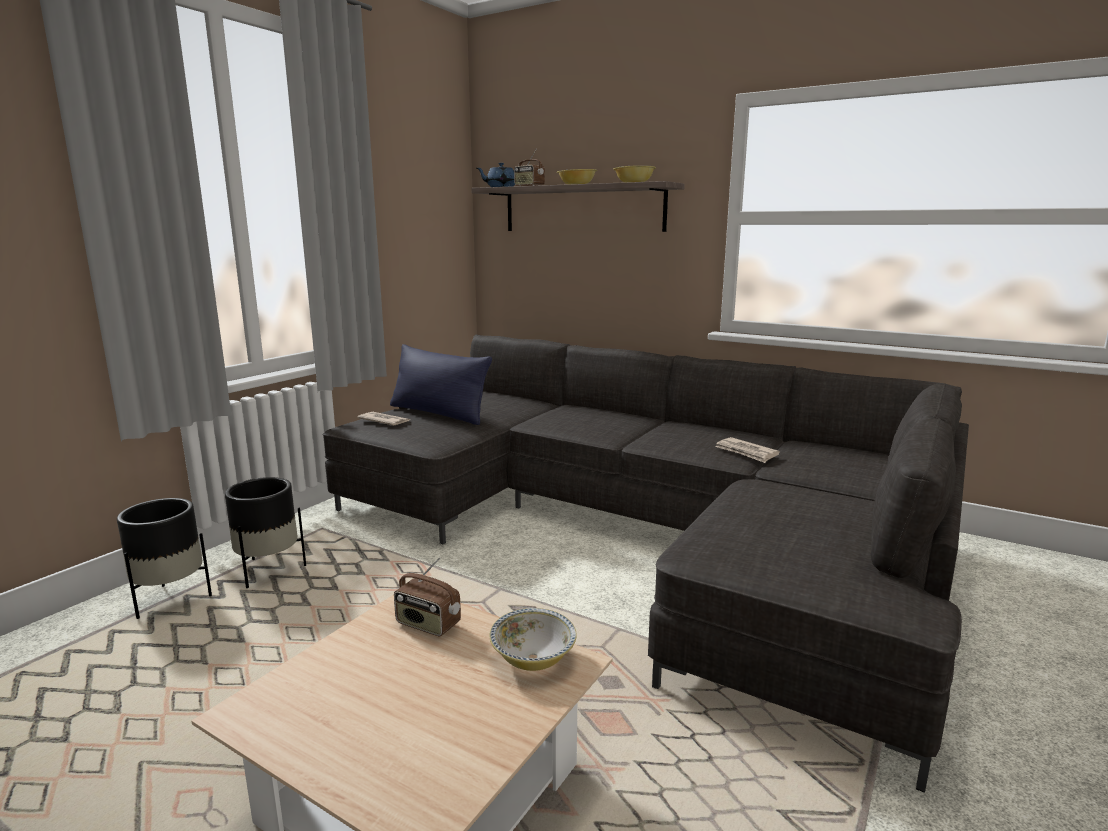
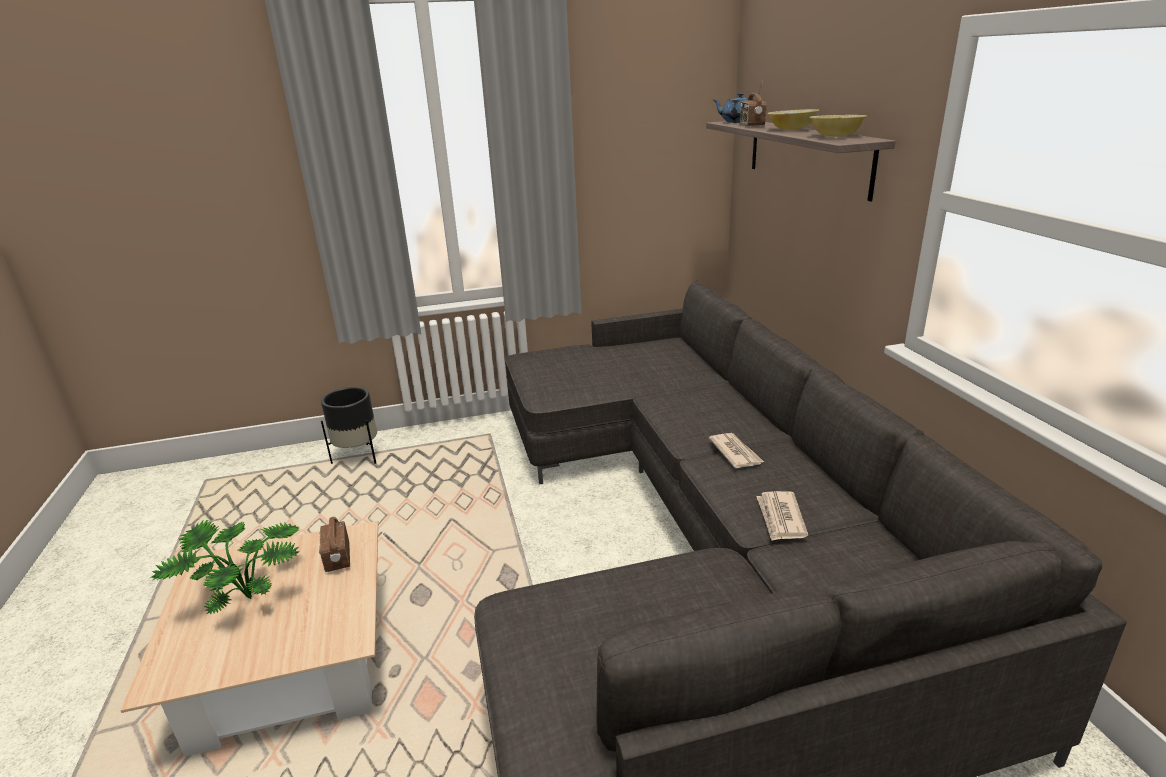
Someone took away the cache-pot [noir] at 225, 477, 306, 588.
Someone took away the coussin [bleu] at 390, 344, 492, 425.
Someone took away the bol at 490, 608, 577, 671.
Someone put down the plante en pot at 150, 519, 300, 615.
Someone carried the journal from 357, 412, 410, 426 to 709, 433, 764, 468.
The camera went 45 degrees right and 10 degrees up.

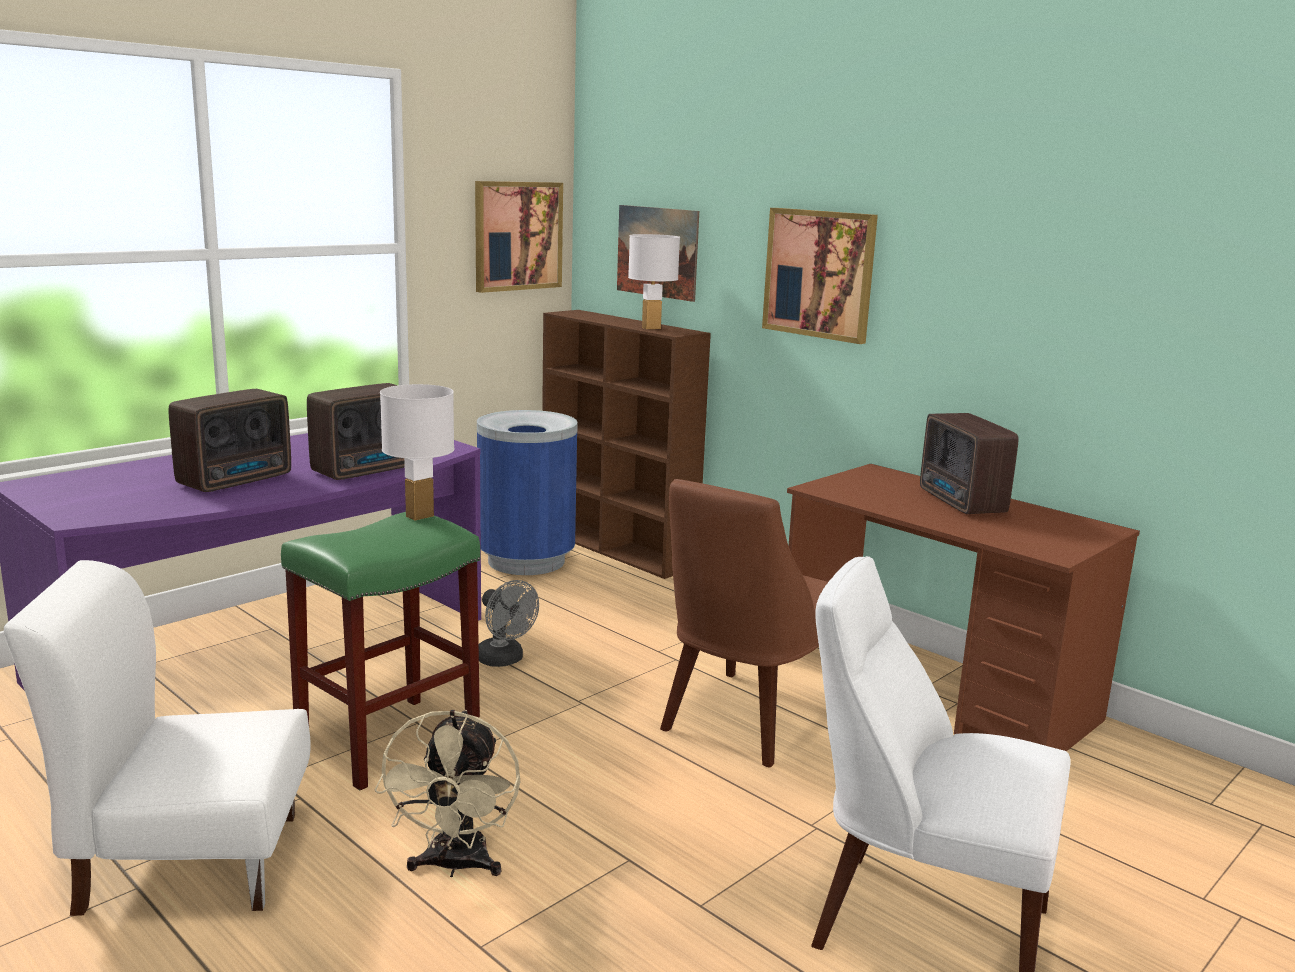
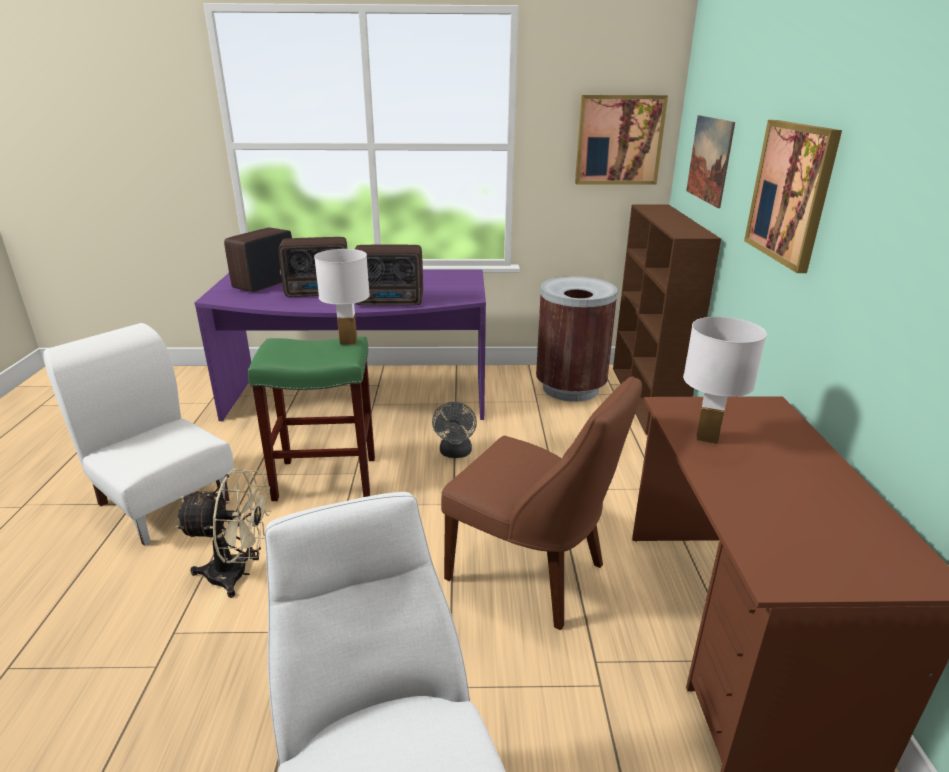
Someone carried the lampe de table [blanc] from 628, 234, 680, 329 to 683, 317, 767, 444.
Someone carried the radio from 920, 413, 1018, 514 to 224, 227, 292, 292.
Someone repainted the poubelle [bleu] at 477, 410, 578, 575, which became the poubelle [marron] at 536, 276, 618, 402.
Someone rotated the ventilateur [beige] at 374, 710, 520, 877 by 135 degrees counterclockwise.
Someone rotated the chaise [marron] at 660, 479, 828, 768 by 135 degrees counterclockwise.
The camera went 45 degrees right and 10 degrees up.

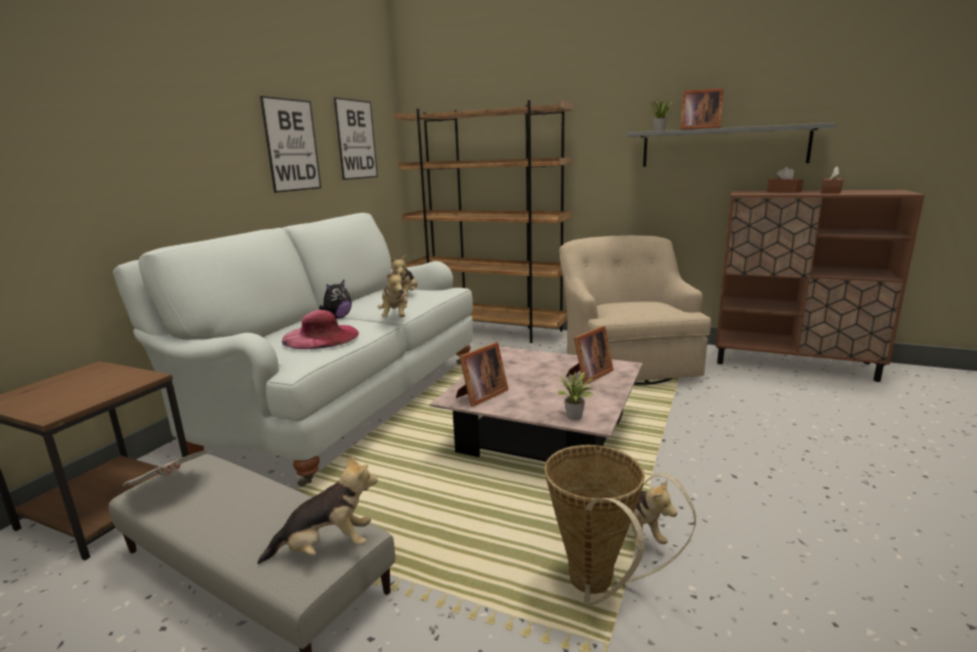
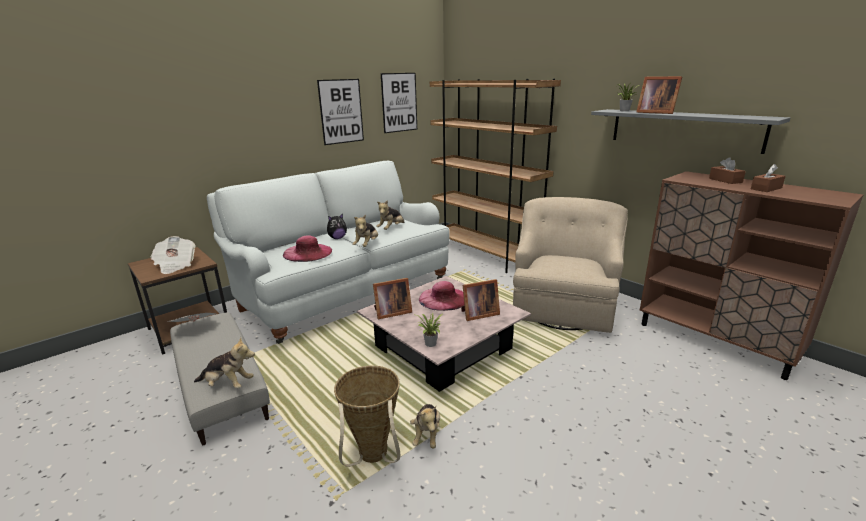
Someone put down the journal at 150, 236, 195, 274.
Someone put down the chapeau [rose] at 419, 281, 464, 311.
The camera went 25 degrees right and 5 degrees up.

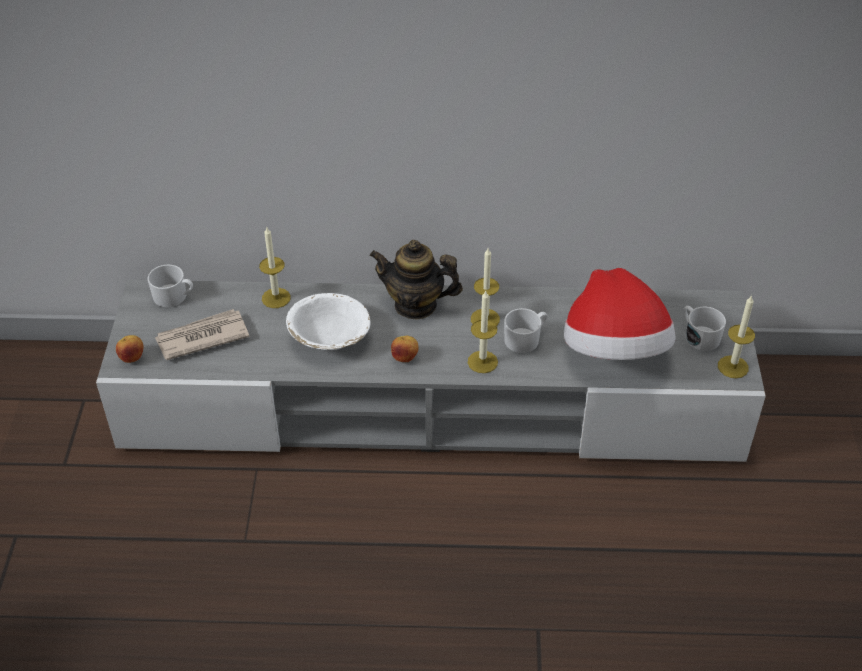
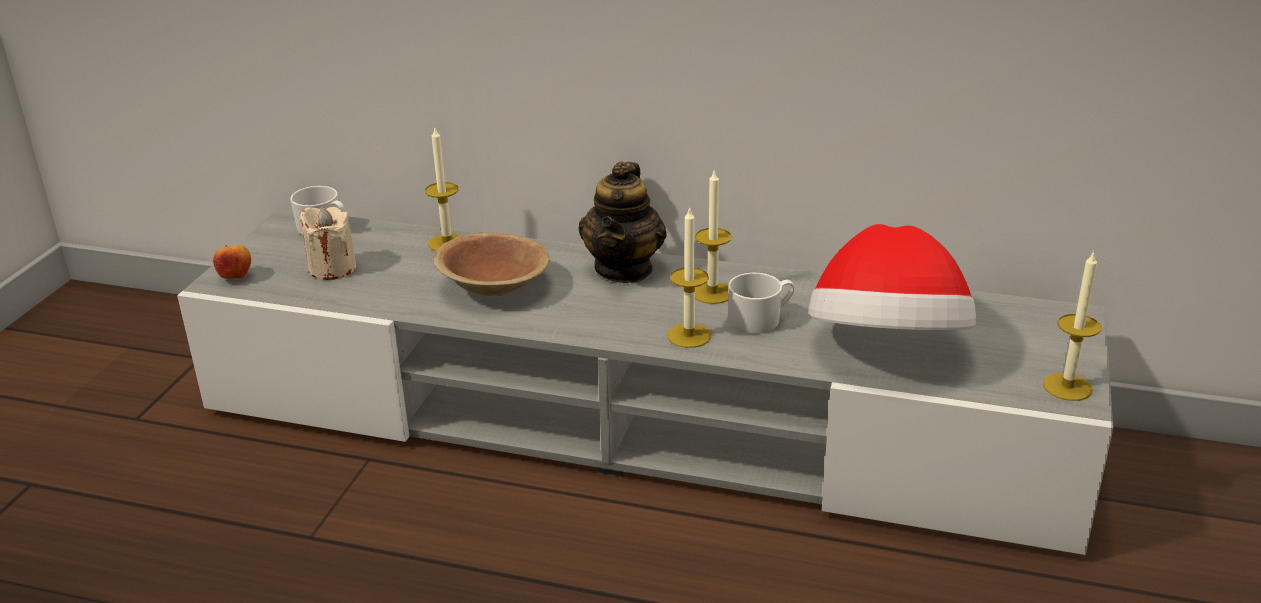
Someone took away the pomme at 391, 336, 419, 362.
Someone took away the mug [blanc] at 683, 306, 726, 351.
Someone swapped the journal at 155, 309, 250, 360 for the bougie [beige] at 299, 207, 356, 280.
Someone repainted the bol [blanc] at 286, 293, 371, 350, which became the bol [marron] at 433, 233, 550, 296.
Someone rotated the théière at 370, 240, 463, 319 by 105 degrees counterclockwise.
The camera went 15 degrees right and 15 degrees down.

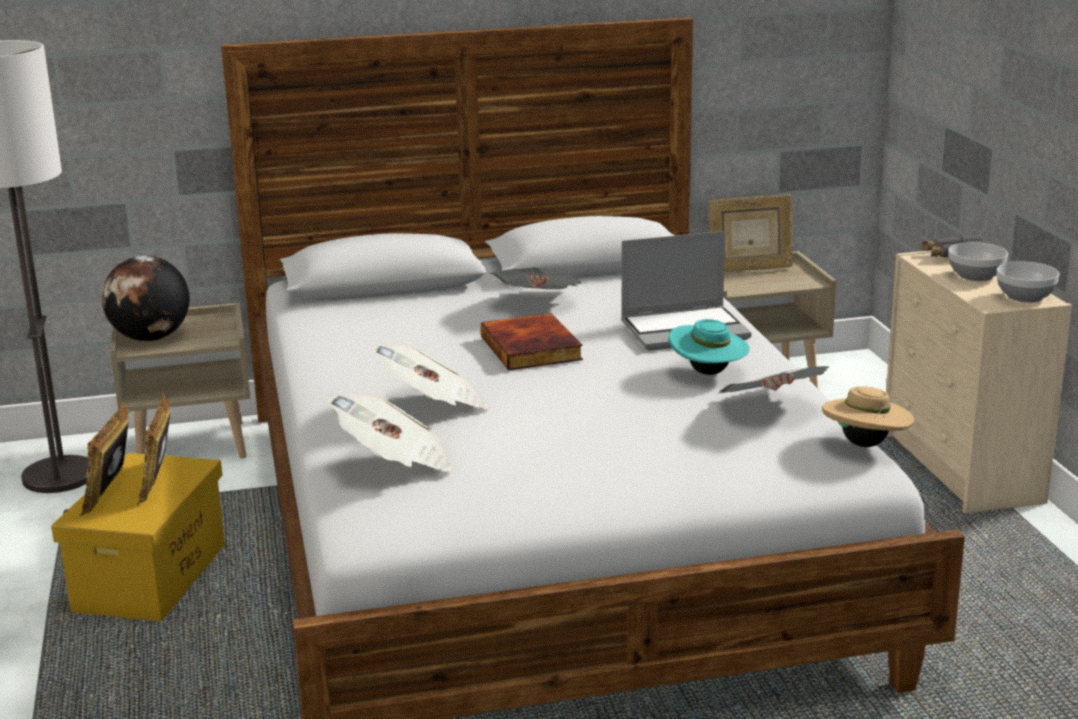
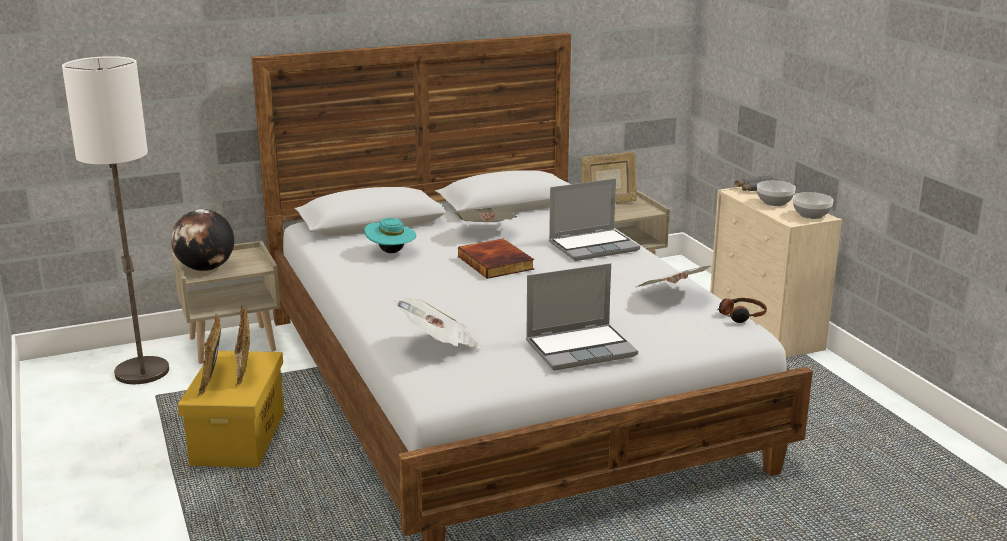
Someone took away the journal at 372, 344, 490, 409.
Someone put down the ordinateur portable at 526, 263, 638, 371.
Someone carried the chapeau [turquoise] from 669, 319, 750, 375 to 364, 218, 416, 253.
Someone swapped the chapeau [beige] at 822, 386, 914, 447 for the casque audio at 718, 298, 767, 323.
The camera went 10 degrees left and 0 degrees up.

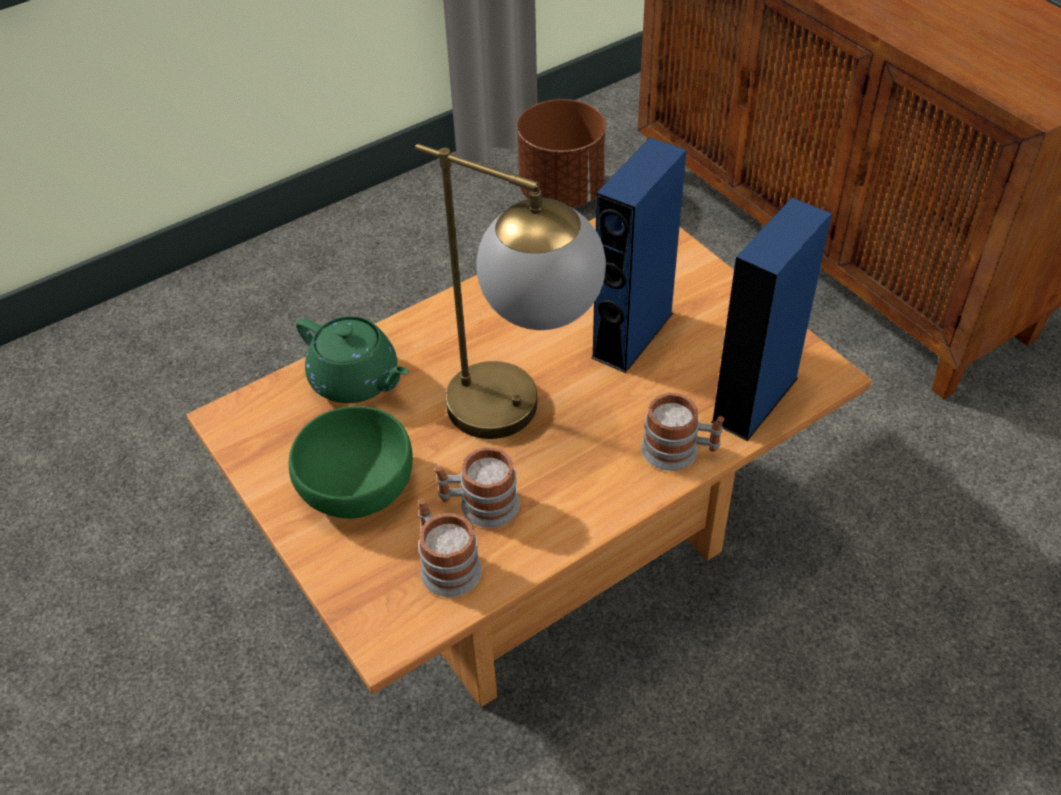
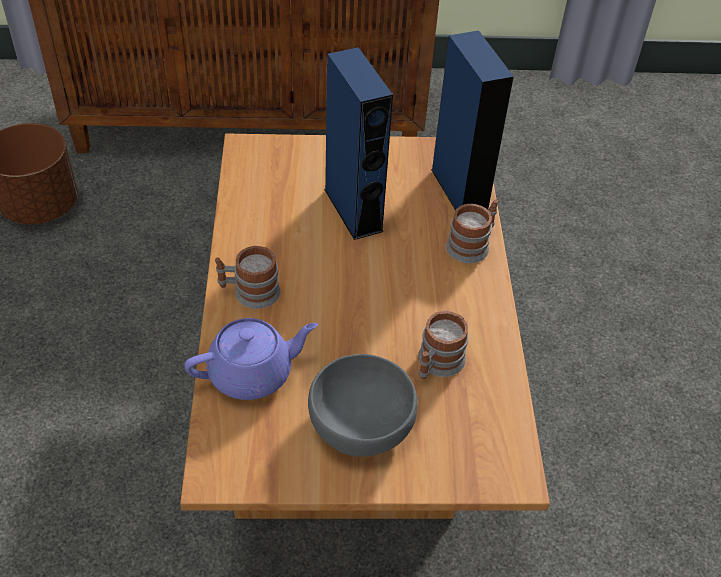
Someone took away the lampe de table at 415, 144, 606, 439.
Someone carried the mug from 418, 499, 482, 597 to 215, 246, 280, 309.
Someone repainted the bol [vert] at 289, 406, 413, 518, which became the bol [gris] at 308, 354, 418, 457.
Someone repainted the théière [vert] at 296, 316, 409, 403, which became the théière [violet] at 184, 318, 318, 400.
The camera went 60 degrees left and 0 degrees up.

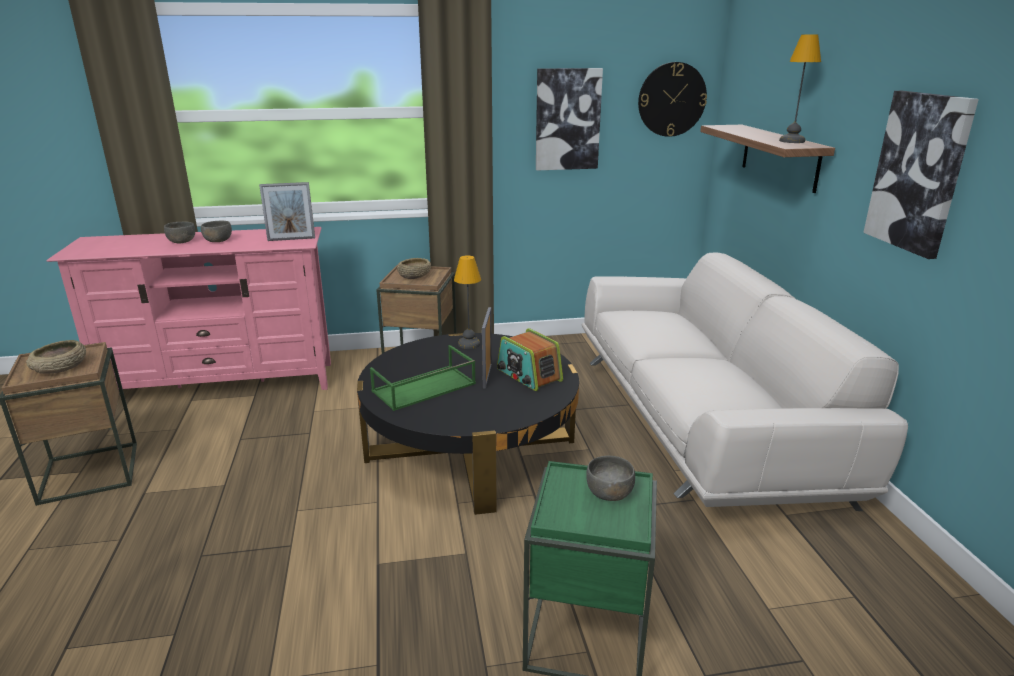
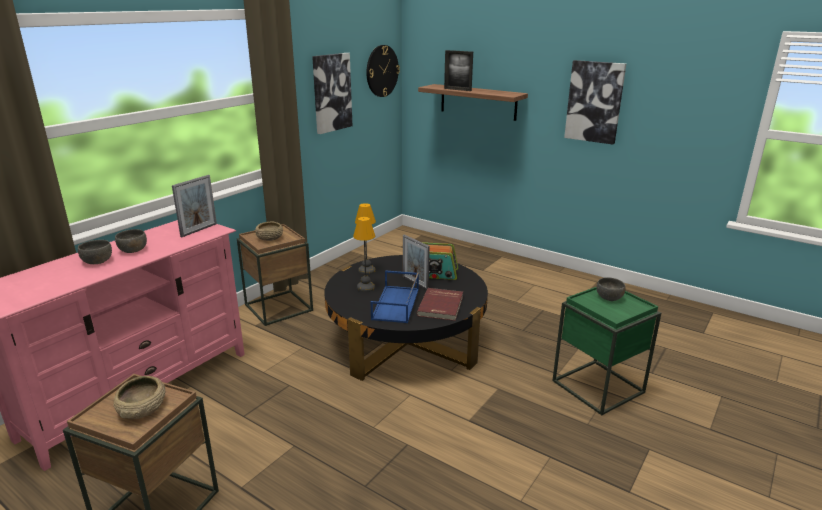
Someone took away the canapé [blanc] at 582, 253, 908, 511.
Someone put down the livre [rouge] at 417, 288, 463, 321.
Someone put down the cadre photo at 444, 50, 473, 91.
Someone carried the lampe de table from 779, 35, 821, 143 to 353, 217, 375, 292.
Someone repainted the plateau [vert] at 370, 345, 476, 411, which became the plateau [bleu] at 371, 270, 419, 323.
The camera went 45 degrees left and 0 degrees up.

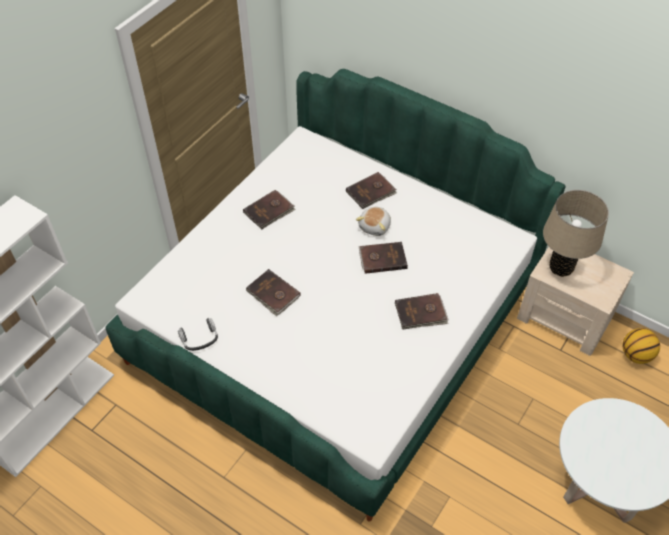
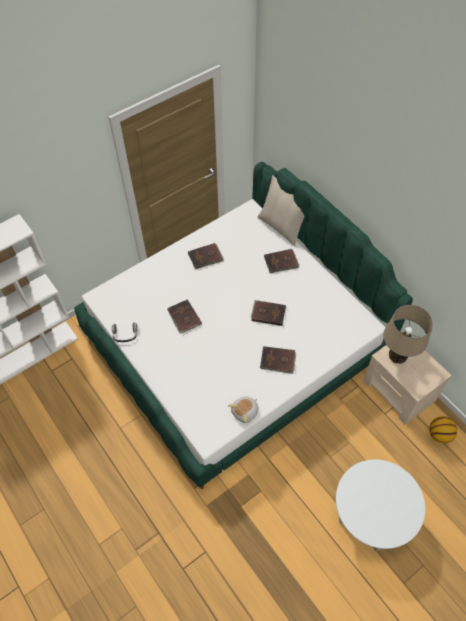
Someone put down the coussin [beige] at 258, 175, 304, 246.
Someone carried the peluche from 356, 207, 391, 236 to 228, 397, 259, 423.
The camera went 20 degrees right and 5 degrees up.

